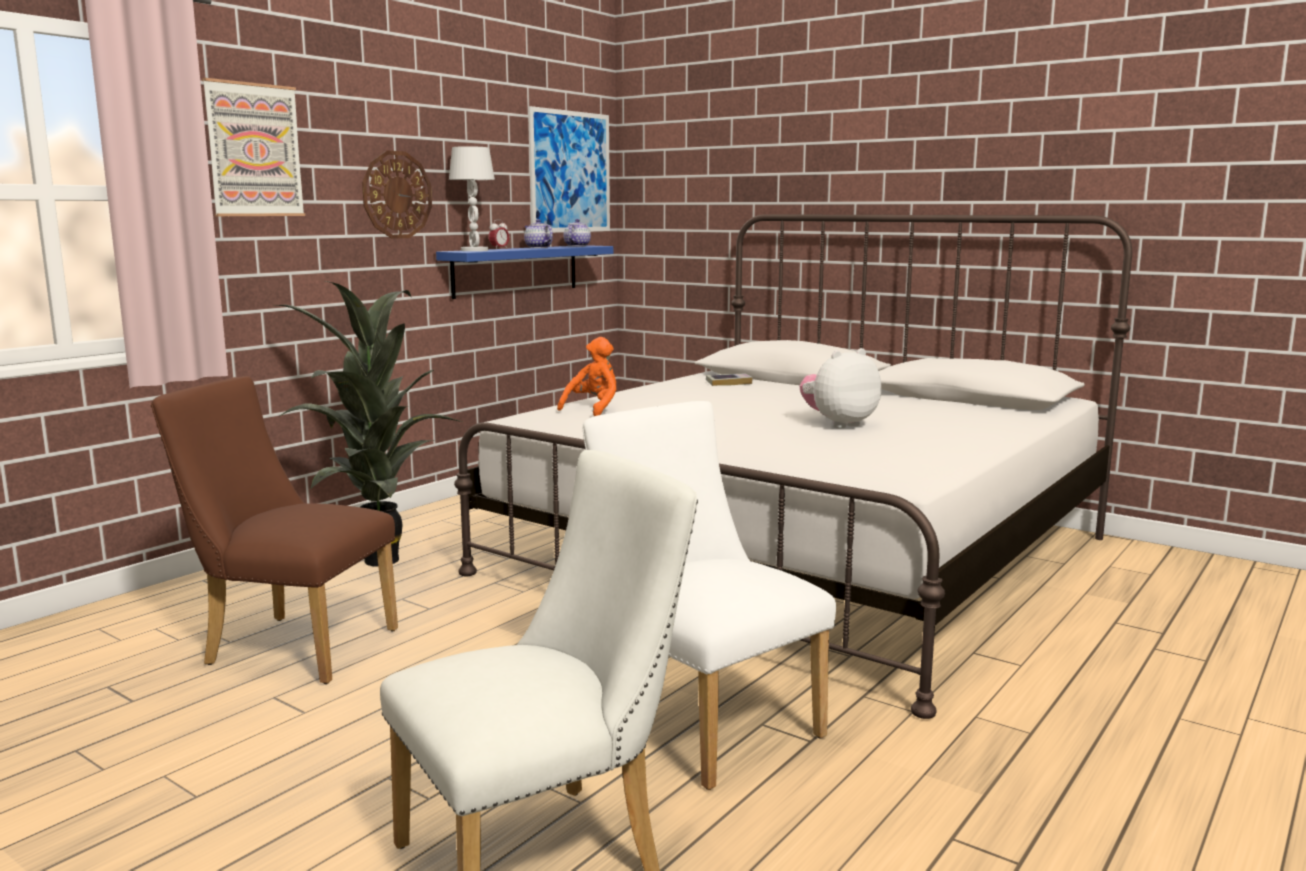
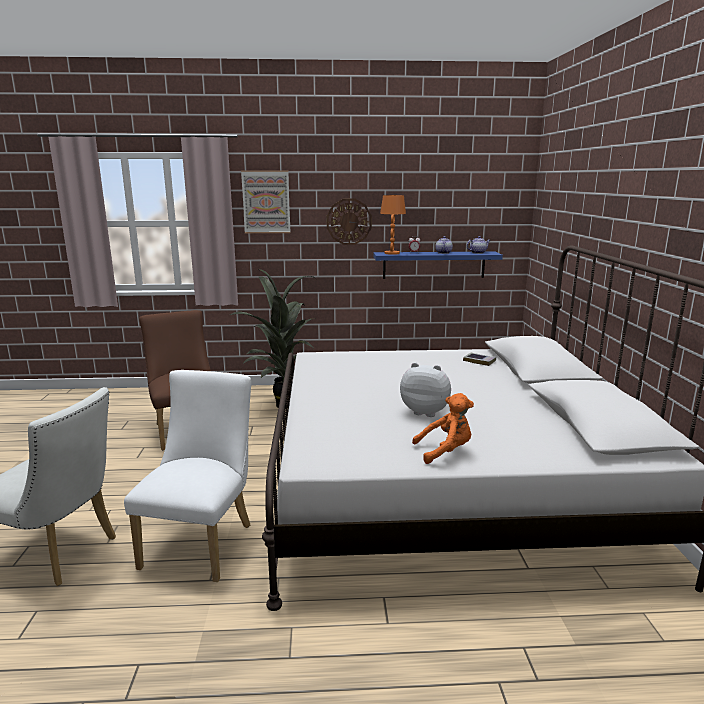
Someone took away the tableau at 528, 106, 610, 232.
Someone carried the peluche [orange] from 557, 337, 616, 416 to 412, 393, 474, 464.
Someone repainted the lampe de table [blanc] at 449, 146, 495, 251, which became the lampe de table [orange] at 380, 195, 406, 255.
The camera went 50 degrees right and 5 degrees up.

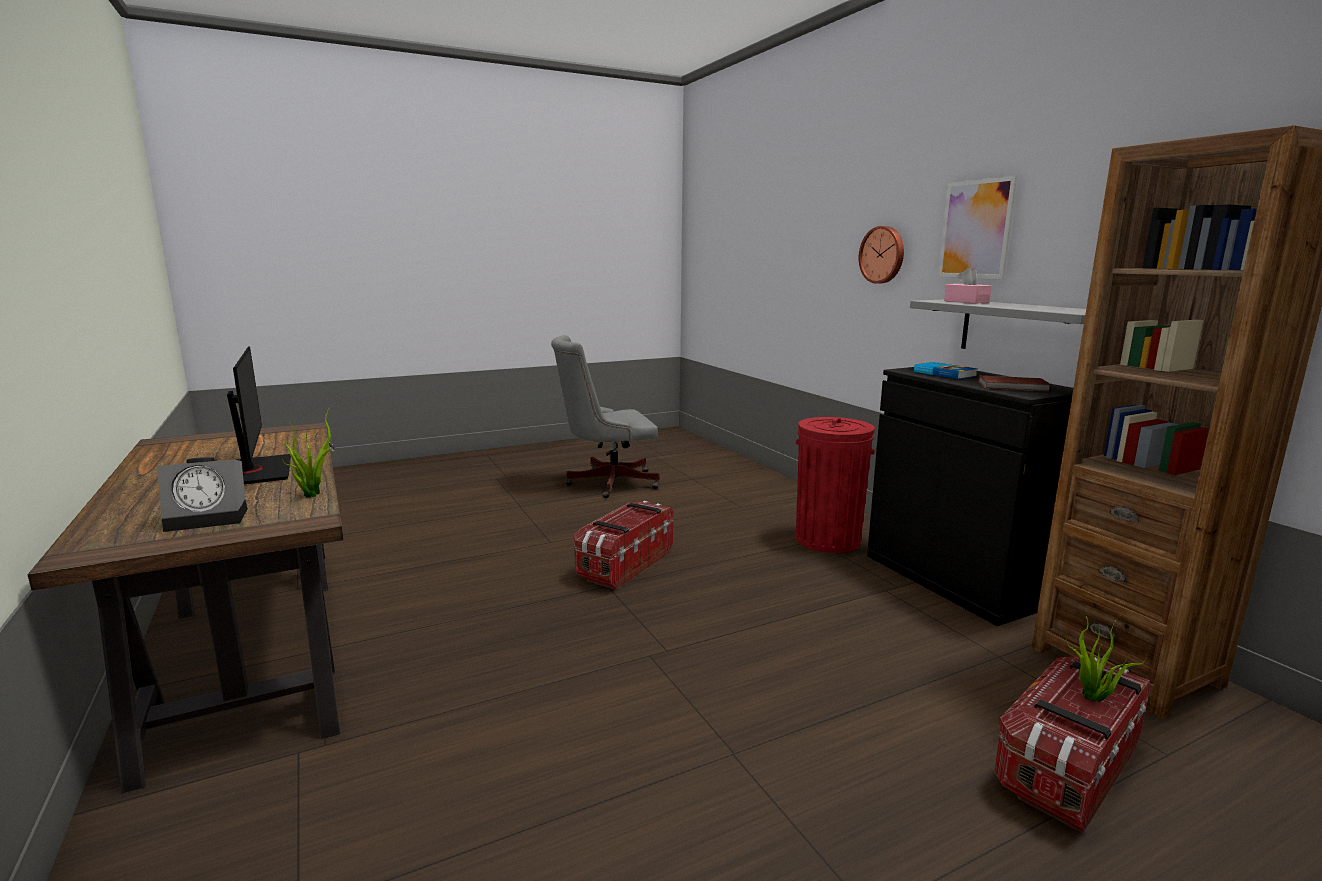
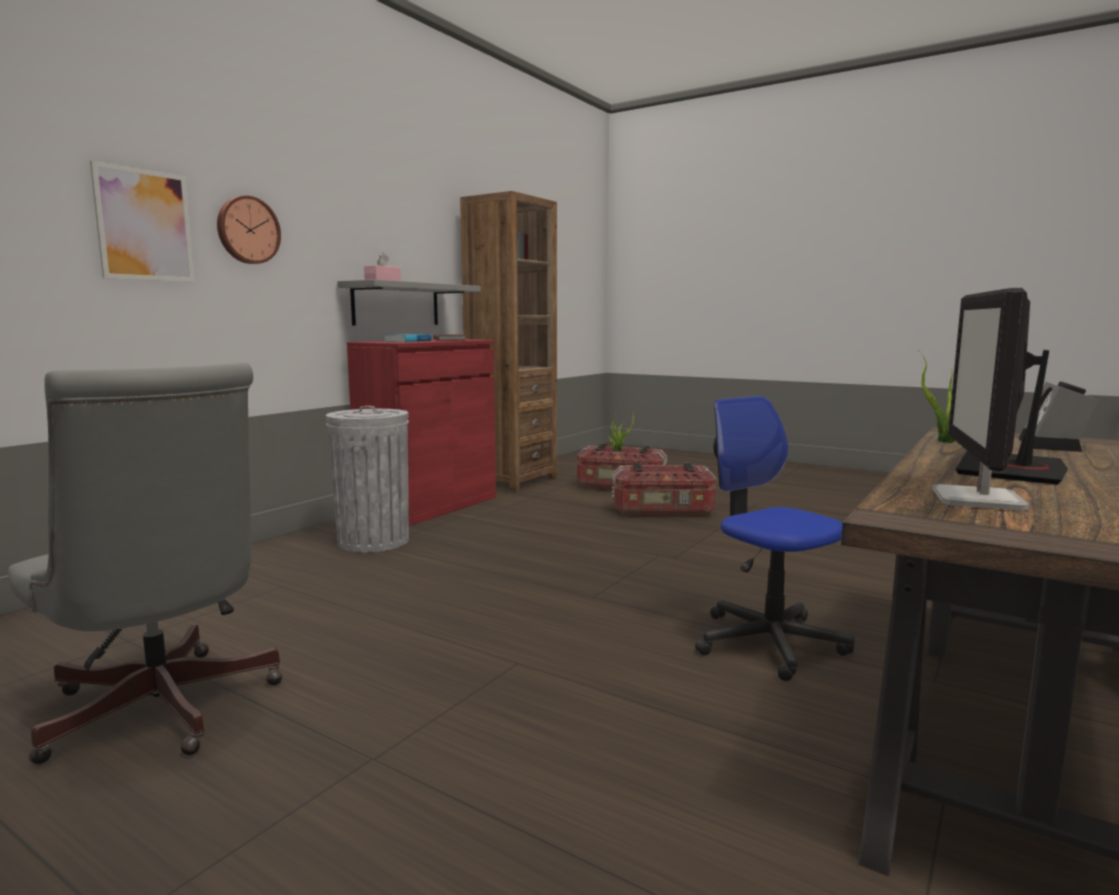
Someone put down the chaise de bureau at 695, 396, 854, 681.
Someone put down the écran d'ordinateur at 932, 288, 1029, 511.
Someone carried the boîte de rangement from 574, 501, 674, 590 to 612, 463, 716, 517.
Someone carried the tableau from 938, 176, 1017, 279 to 90, 160, 195, 282.
Someone repainted the poubelle [rouge] at 796, 417, 875, 553, which became the poubelle [gris] at 326, 406, 409, 552.
Someone repainted the meuble de rangement [noir] at 867, 367, 1073, 626, which became the meuble de rangement [rouge] at 347, 339, 496, 526.
Someone rotated the réveil at 157, 457, 248, 532 by 105 degrees counterclockwise.
The camera went 120 degrees left and 5 degrees down.

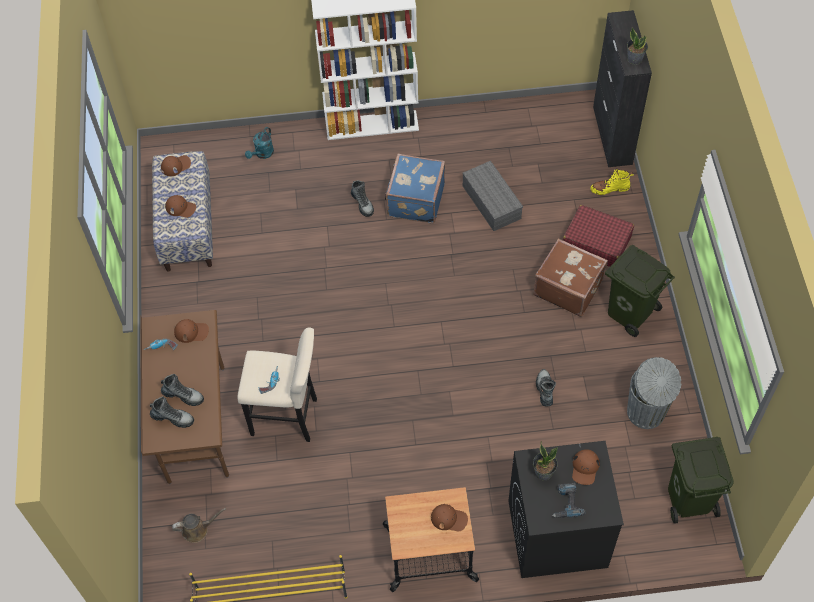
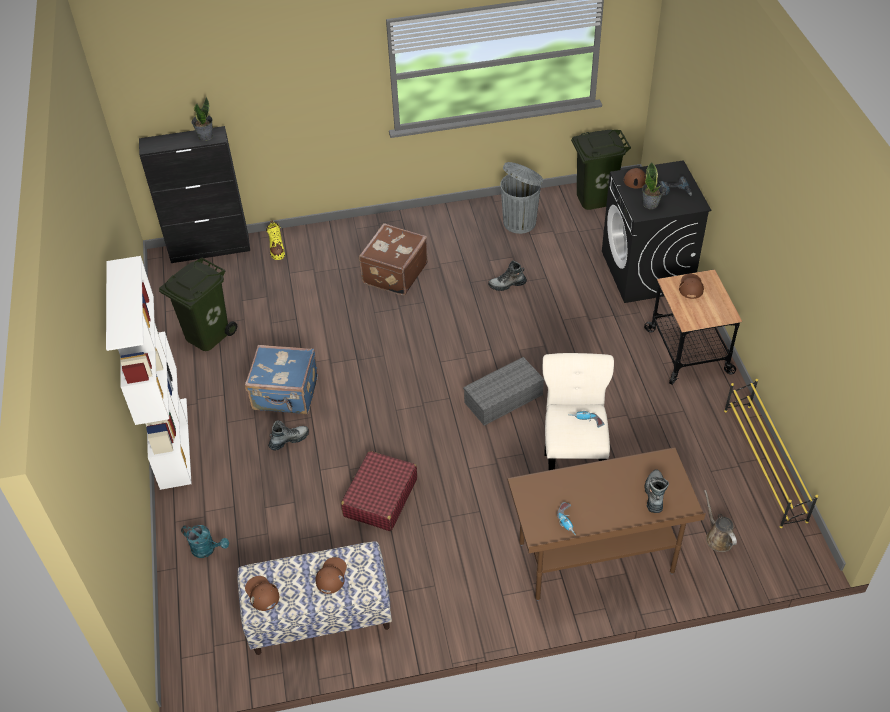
Someone took away the botte at 161, 374, 204, 406.
Someone took away the casquette [marron] at 174, 319, 209, 343.
Someone carried the boîte de rangement [gris] from 462, 161, 523, 231 to 463, 357, 544, 426.
Someone carried the valise [rouge] from 563, 205, 634, 267 to 341, 451, 417, 531.
Someone carried the poubelle [vert] from 605, 245, 675, 337 to 159, 258, 237, 351.
The camera went 95 degrees left and 10 degrees down.

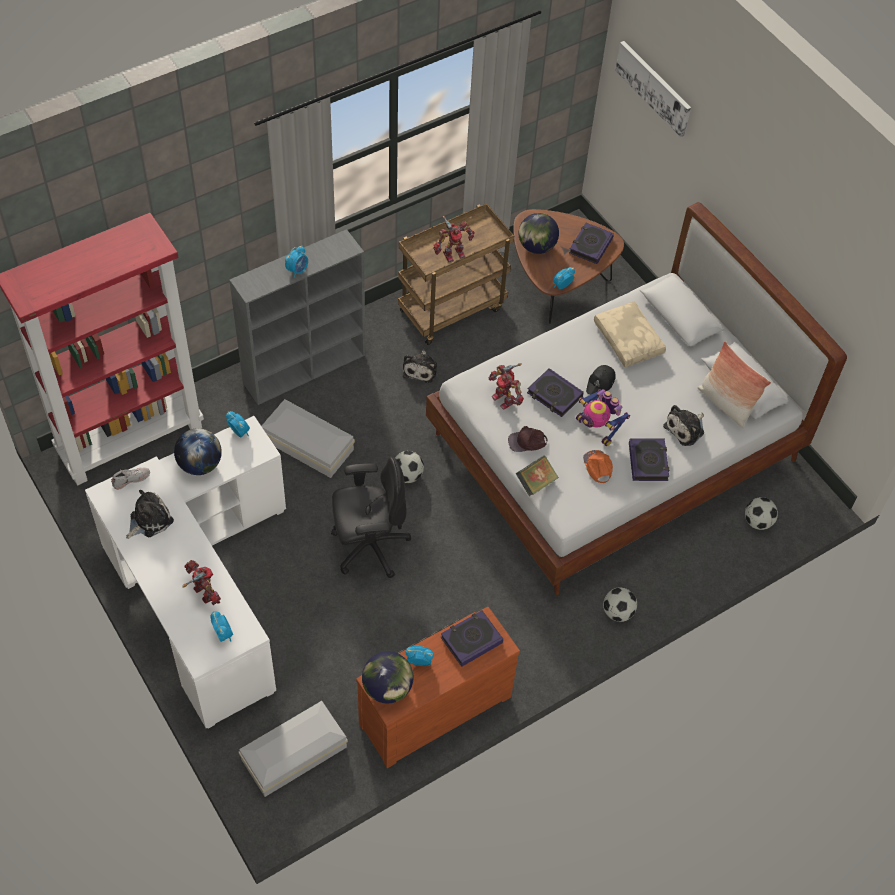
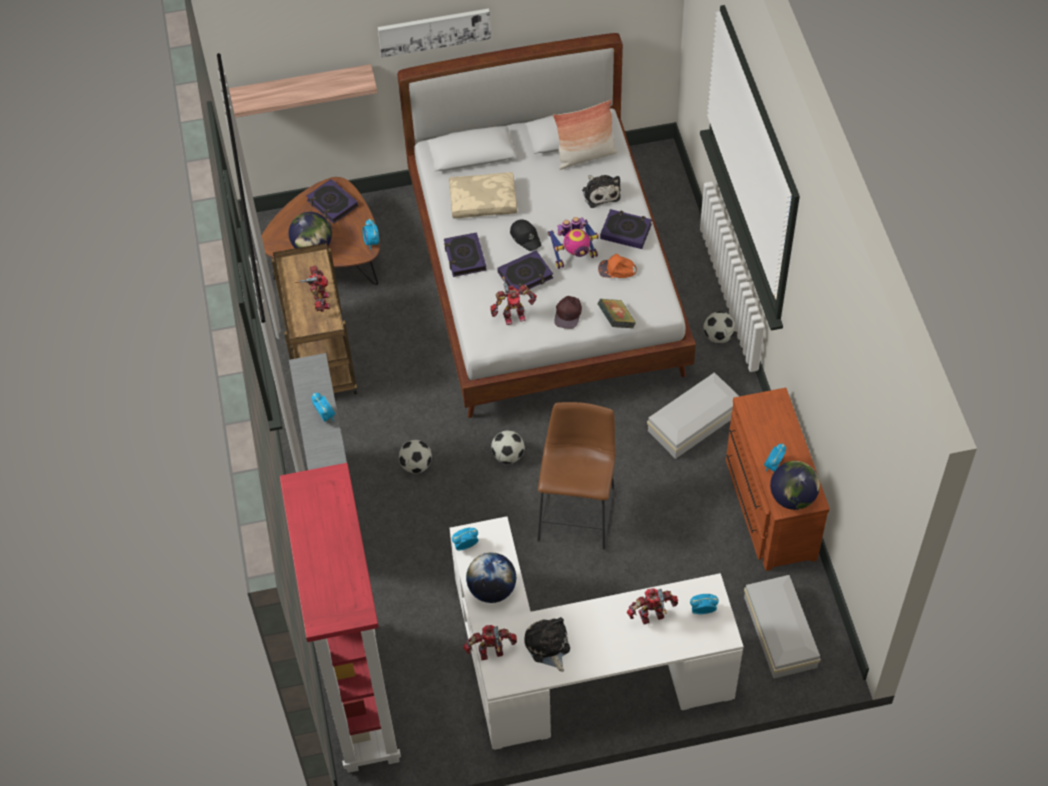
Someone took away the peluche at 403, 350, 437, 383.
Someone put up the étagère at 229, 64, 378, 118.
Someone carried the boîte de rangement [blanc] from 262, 399, 355, 478 to 647, 372, 739, 459.
Someone carried the livre from 441, 610, 503, 667 to 444, 232, 486, 277.
Someone carried the tableau from 615, 41, 691, 137 to 378, 8, 491, 58.
Someone carried the ballon de foot from 745, 497, 778, 530 to 399, 440, 432, 473.
Someone swapped the chaussure [blanc] at 111, 468, 150, 490 for the robot jouet at 463, 625, 517, 660.
Someone swapped the chaise de bureau [noir] at 331, 457, 411, 578 for the tabouret [marron] at 537, 402, 616, 550.
The camera went 65 degrees left and 0 degrees up.

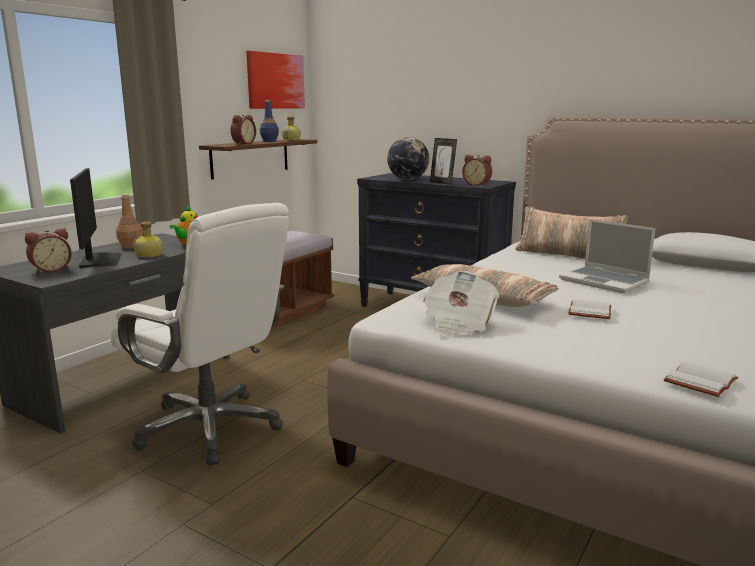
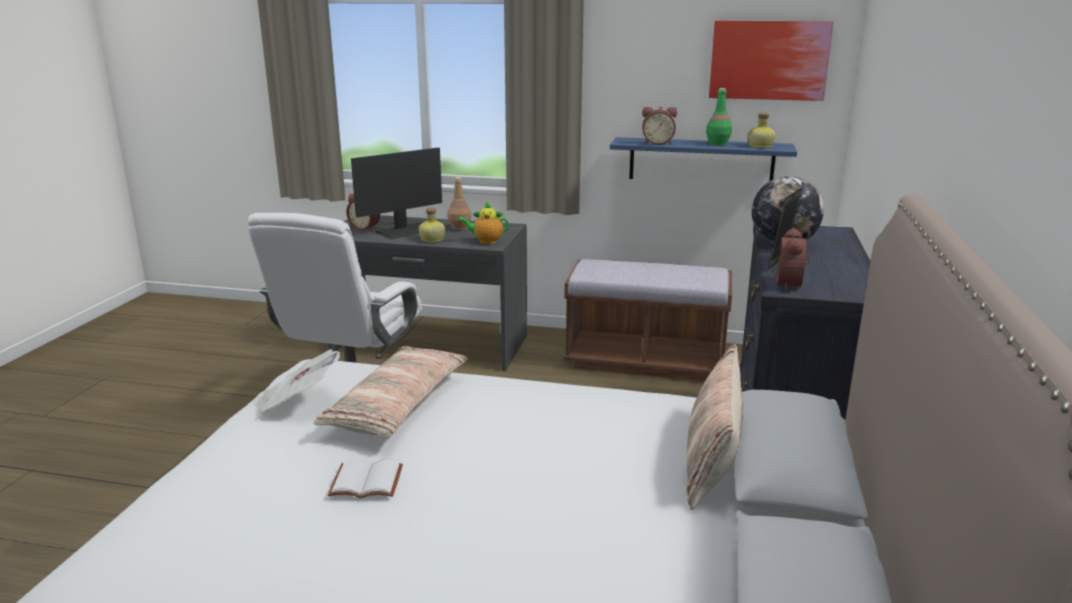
Someone took away the ordinateur portable at 559, 219, 655, 293.
Someone took away the livre [blanc] at 664, 361, 738, 397.
Someone repainted the étagère [marron] at 199, 139, 317, 179, which became the étagère [bleu] at 610, 137, 797, 181.
Someone repainted the bouteille [bleu] at 260, 100, 279, 142, which became the bouteille [vert] at 706, 88, 732, 146.
The camera went 70 degrees right and 5 degrees up.

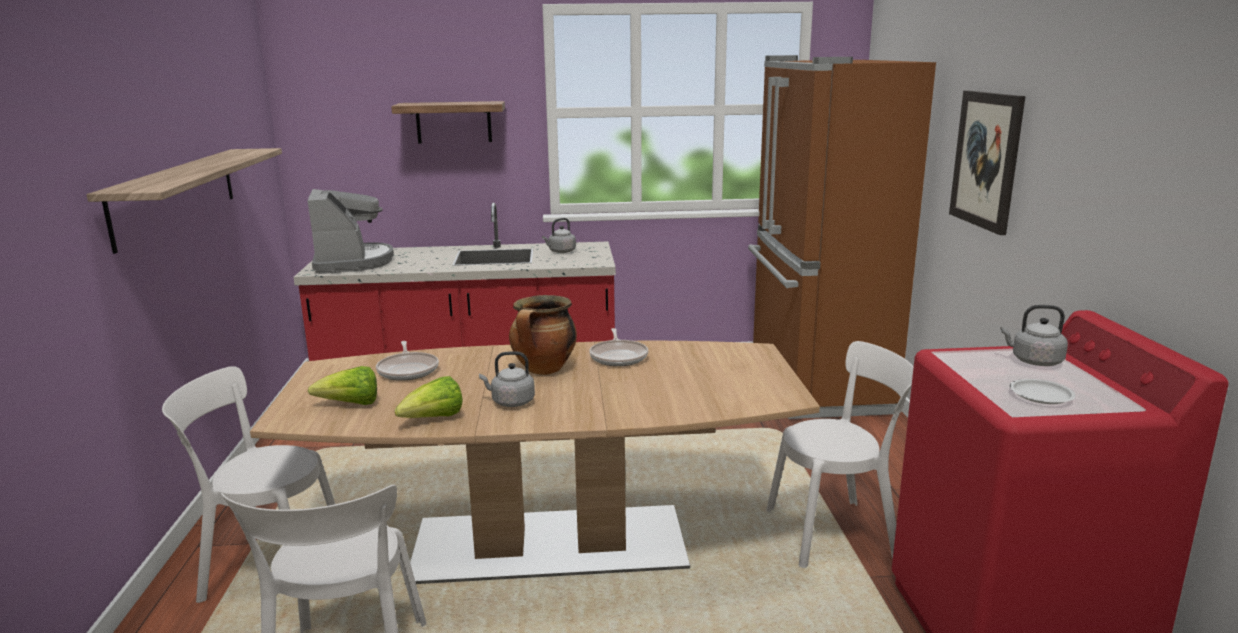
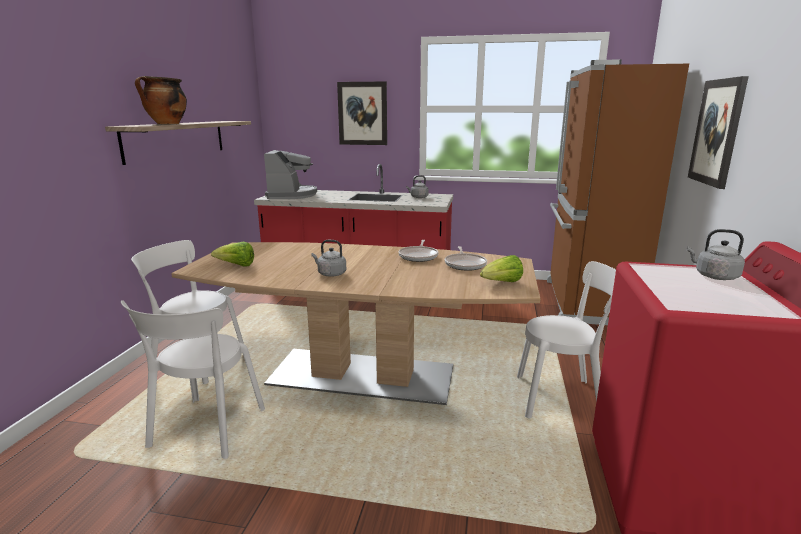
Someone took away the assiette [blanc] at 1010, 379, 1076, 404.
Someone carried the poêle from 376, 341, 439, 381 to 445, 246, 487, 271.
Someone carried the laitue from 395, 376, 463, 418 to 480, 255, 523, 282.
Someone carried the marmite from 509, 295, 577, 375 to 135, 76, 187, 124.
Someone swapped the étagère at 391, 101, 505, 143 for the tableau at 337, 81, 387, 145.
The camera went 15 degrees right and 0 degrees up.

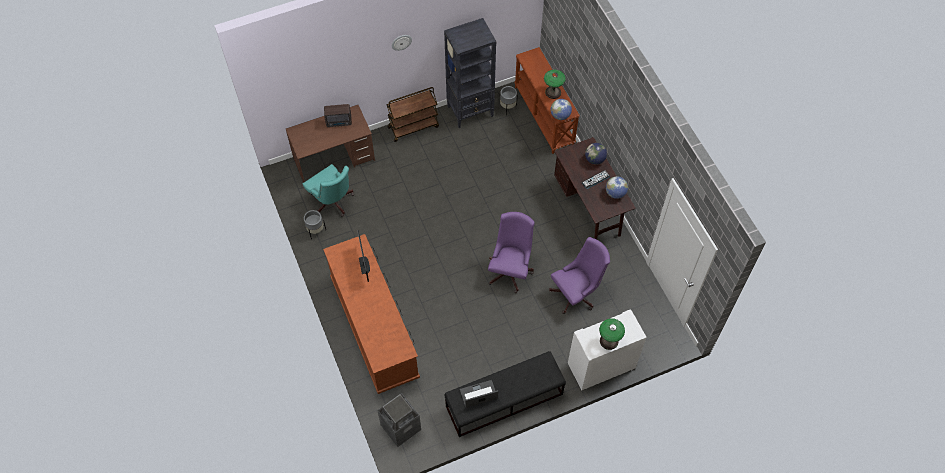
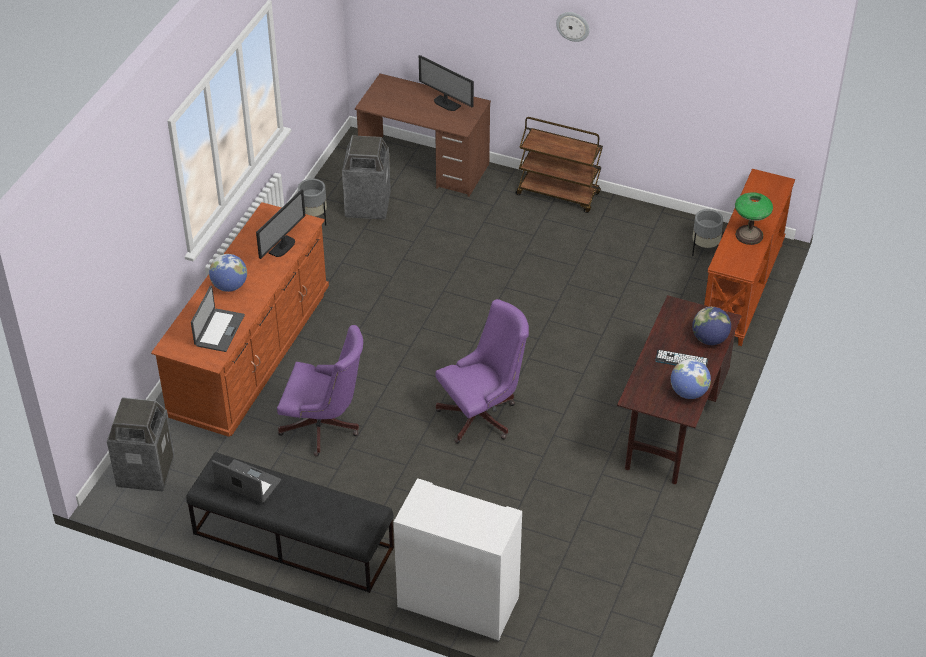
Someone took away the bibliothèque [noir] at 444, 18, 496, 128.
Someone took away the lampe de table at 599, 318, 625, 350.
Someone put down the ordinateur portable at 191, 286, 245, 352.
Someone carried the chaise de bureau [violet] from 549, 237, 610, 314 to 277, 325, 363, 457.
Someone carried the globe from 551, 99, 572, 120 to 209, 254, 247, 292.
Someone swapped the chaise de bureau [turquoise] at 303, 164, 354, 217 for the poubelle at 342, 135, 391, 219.
Someone swapped the radio at 324, 104, 352, 127 for the écran d'ordinateur at 419, 55, 474, 111.
The camera went 45 degrees right and 15 degrees down.

